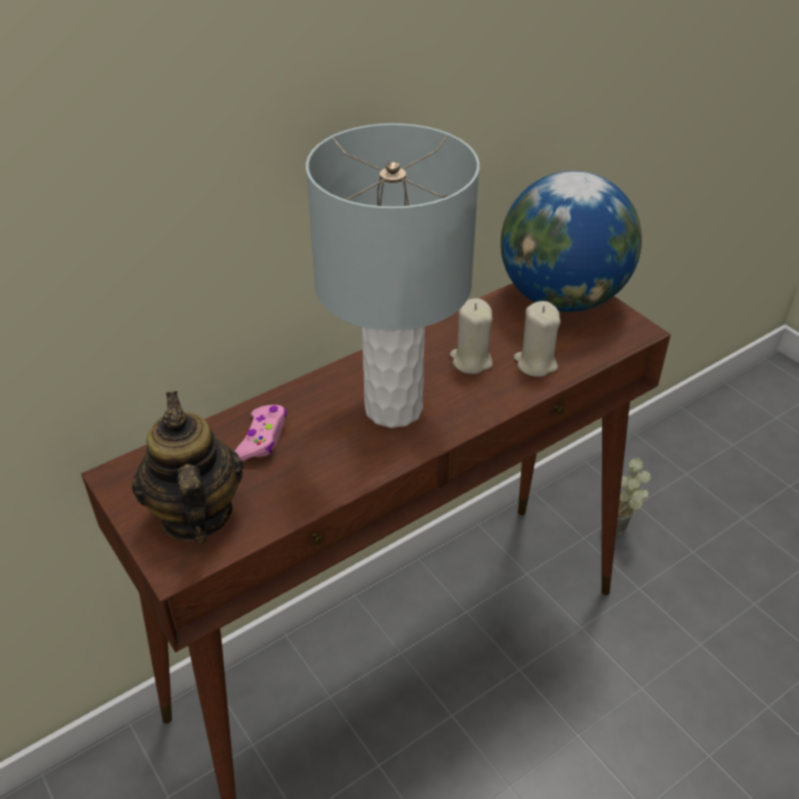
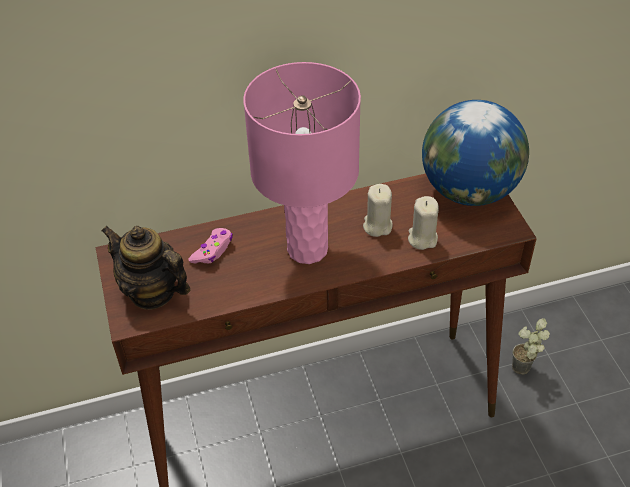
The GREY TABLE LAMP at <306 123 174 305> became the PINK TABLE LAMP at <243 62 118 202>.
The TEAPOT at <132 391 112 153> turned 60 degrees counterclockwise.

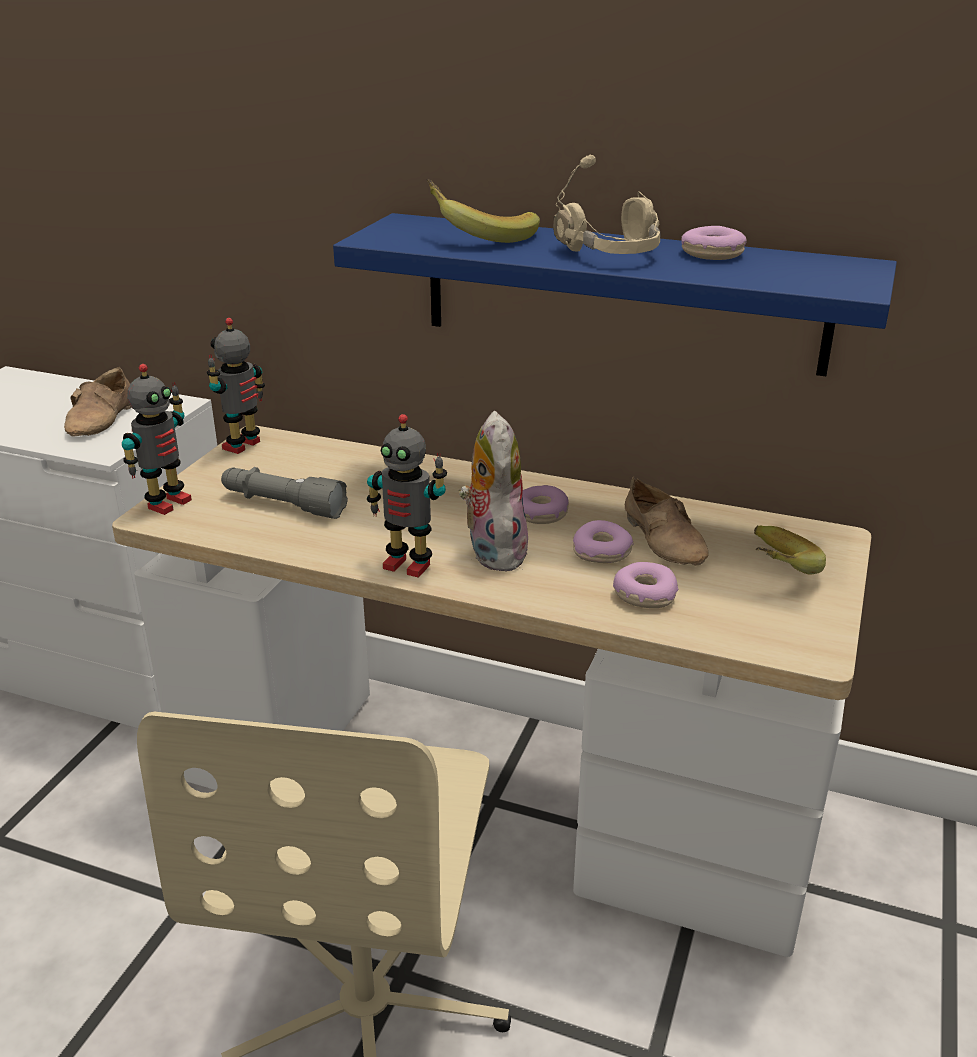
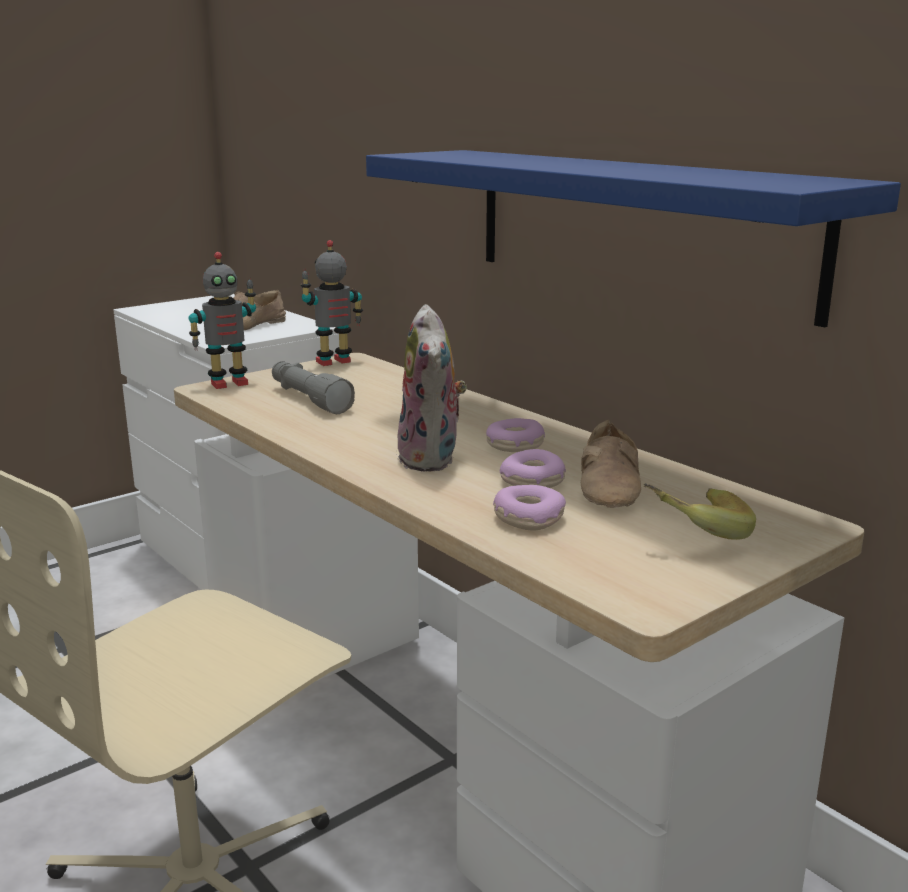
The BEIGE HEADPHONES at <553 155 108 99> disappeared.
The BANANA at <426 179 114 64> disappeared.
The DONUT at <682 226 65 34> disappeared.
The PLUSH TOY at <459 411 69 160> turned 150 degrees clockwise.
The TOY ROBOT at <367 414 80 164> disappeared.

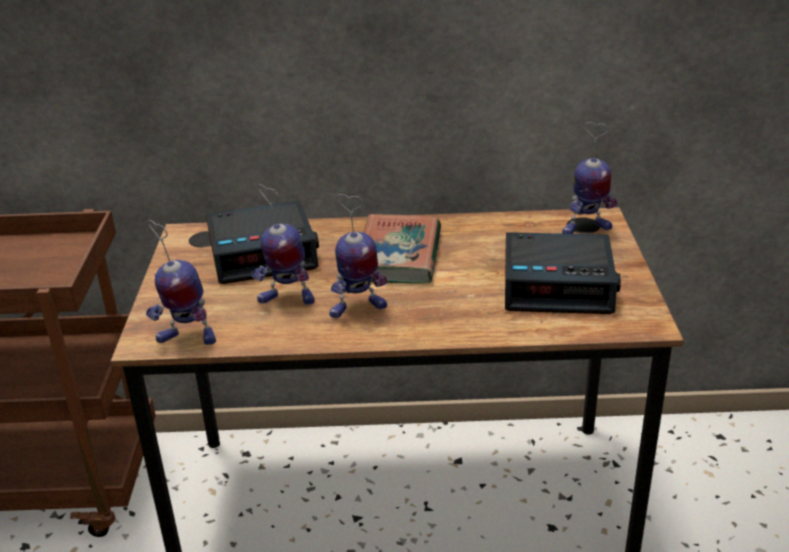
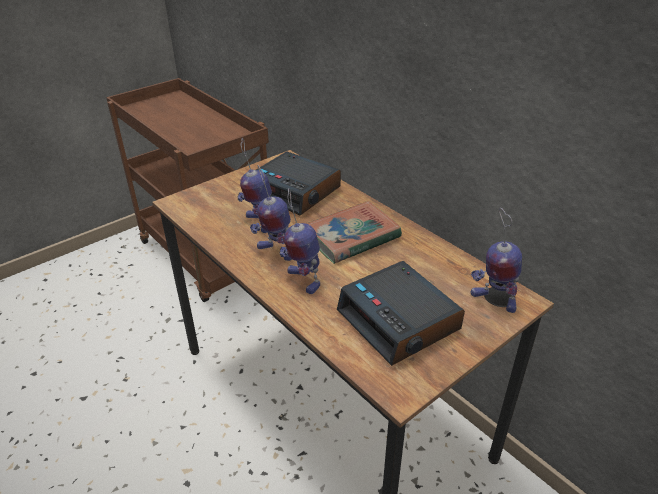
The TOY ROBOT moved from <146 220 70 125> to <279 188 41 106>.

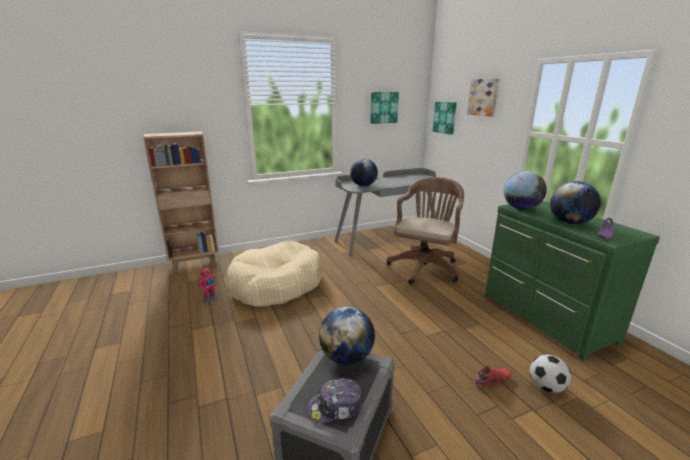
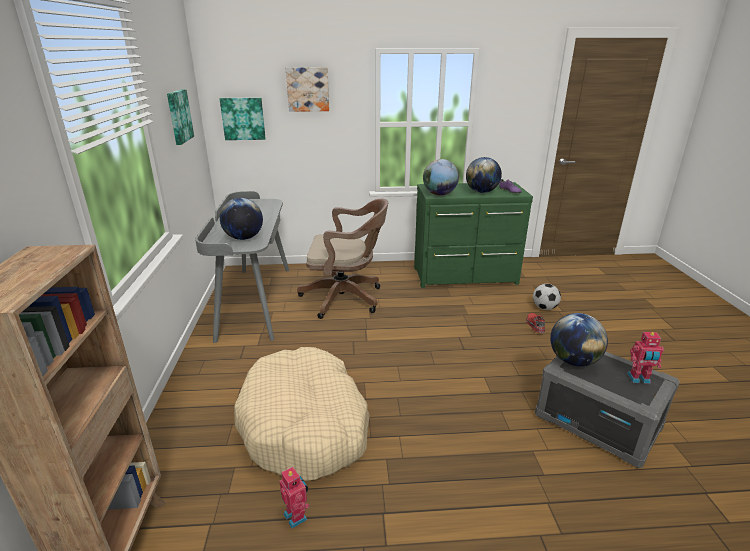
The BROWN OFFICE CHAIR at <386 177 78 107> turned 135 degrees clockwise.
The CAP at <307 378 56 45> was replaced by the TOY ROBOT at <627 332 37 52>.

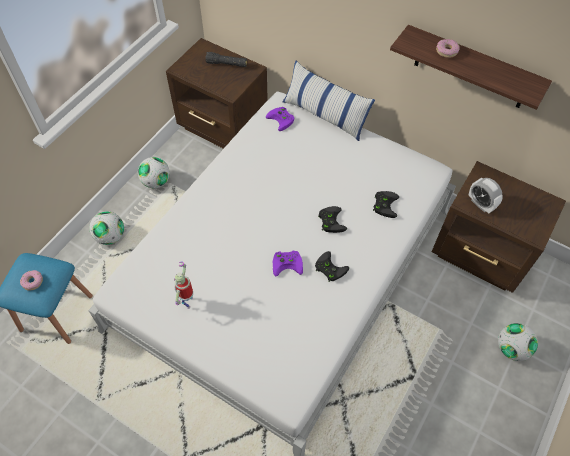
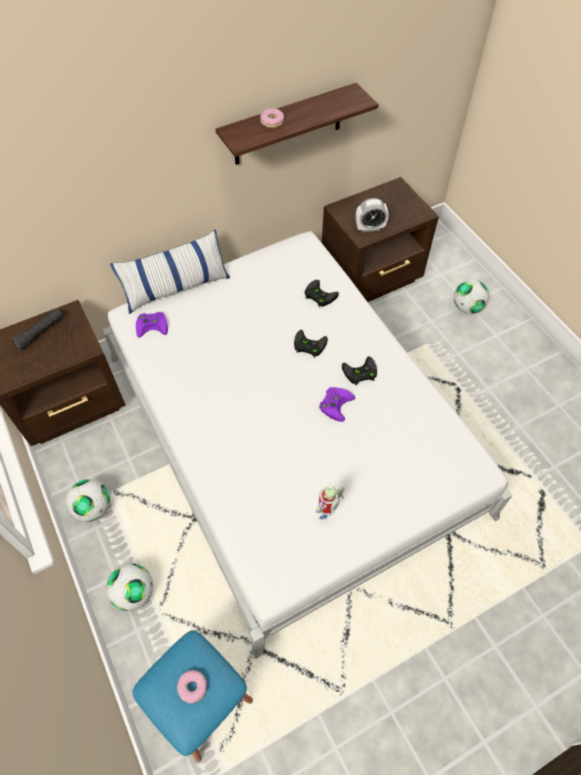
The TOY ROBOT at <174 262 19 47> turned 90 degrees counterclockwise.

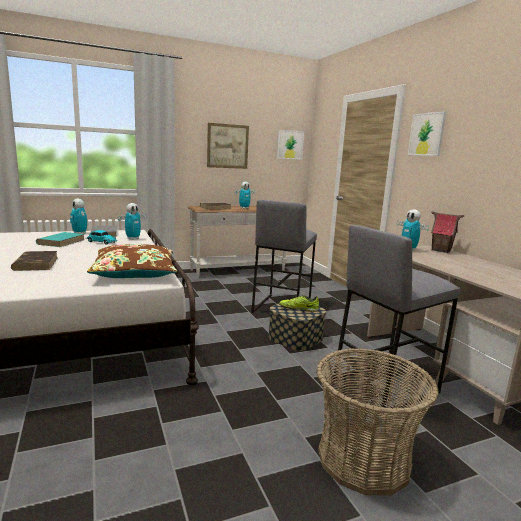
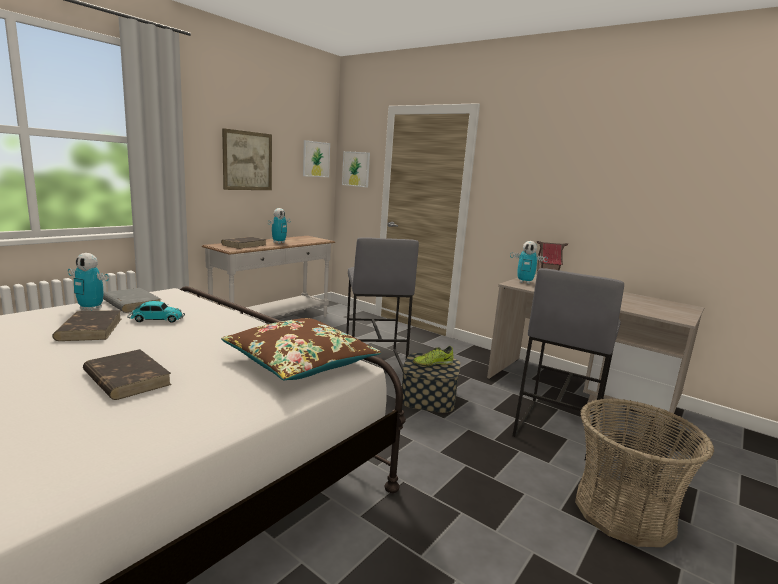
The PICTURE moved from <408 111 38 45> to <342 151 28 37>.
The TOY ROBOT at <118 203 29 37> disappeared.
The TURQUOISE BOOK at <36 232 48 15> became the BROWN BOOK at <52 310 69 31>.

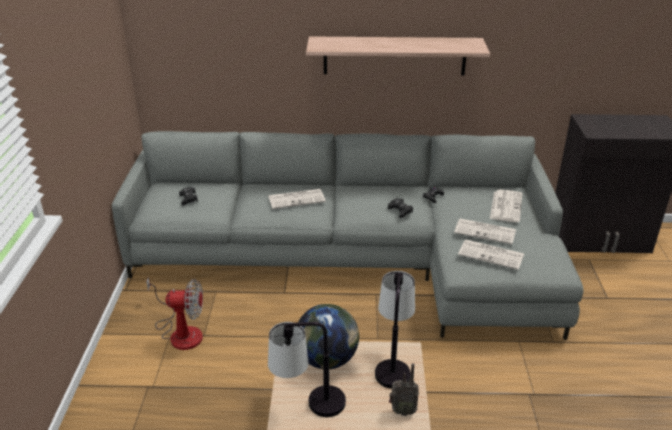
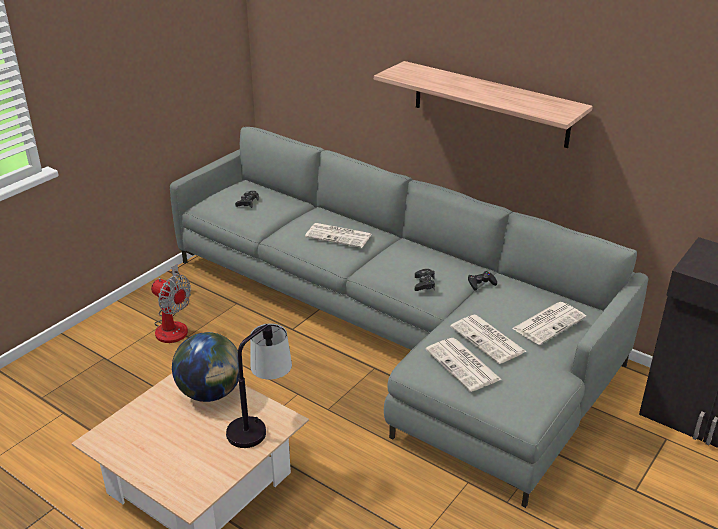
The TABLE LAMP at <268 322 78 95> disappeared.
The RADIO at <389 363 30 53> disappeared.

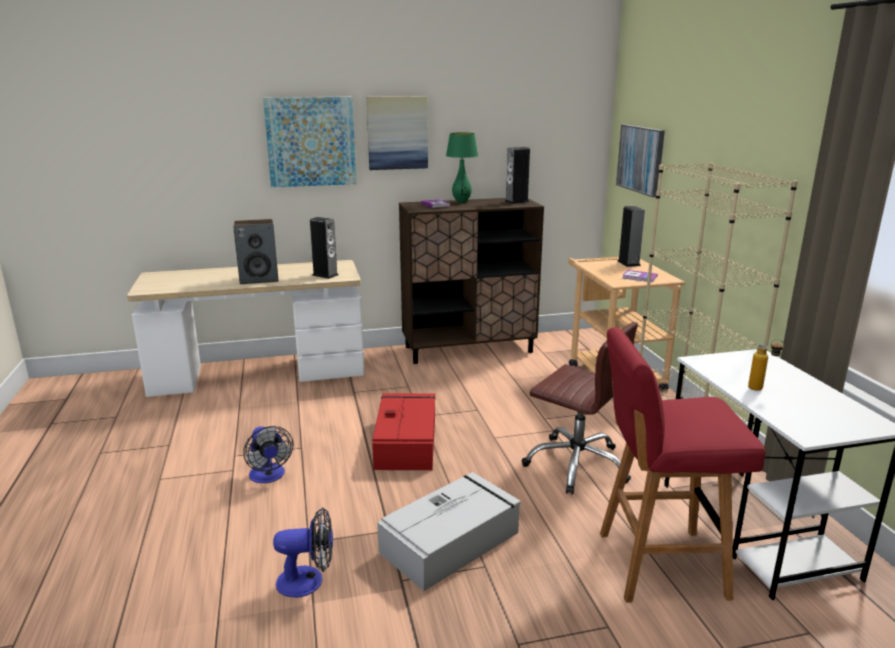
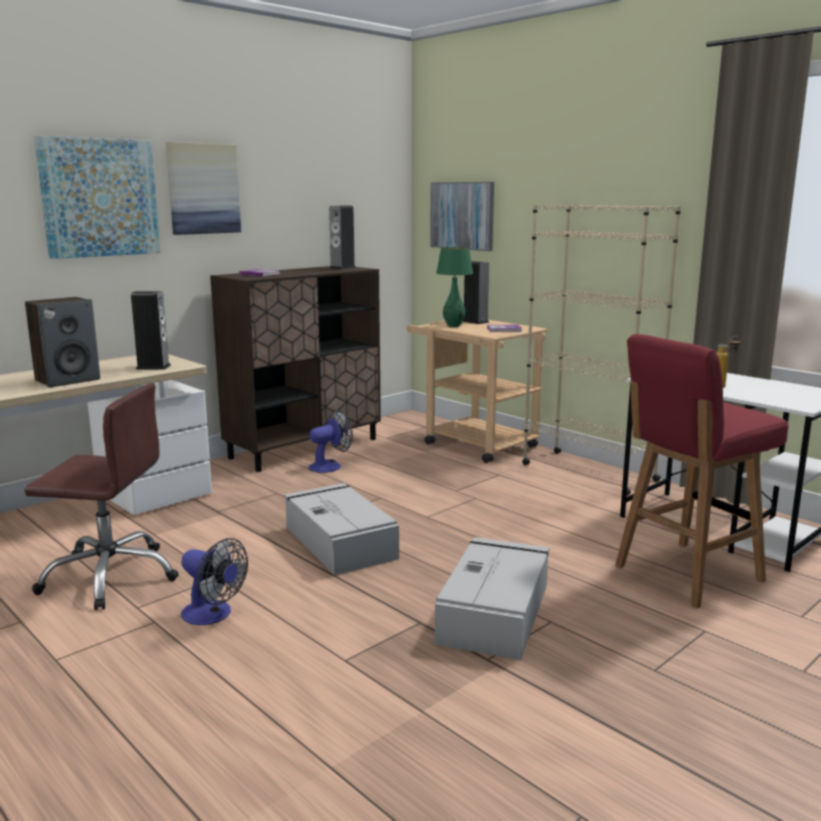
The GREEN TABLE LAMP moved from <446 132 32 71> to <436 247 37 80>.
The BROWN OFFICE CHAIR moved from <521 322 117 173> to <24 383 155 227>.
The RED STORAGE BOX at <372 393 64 77> became the GREY STORAGE BOX at <284 483 115 93>.
The FAN moved from <273 507 60 90> to <309 410 44 63>.

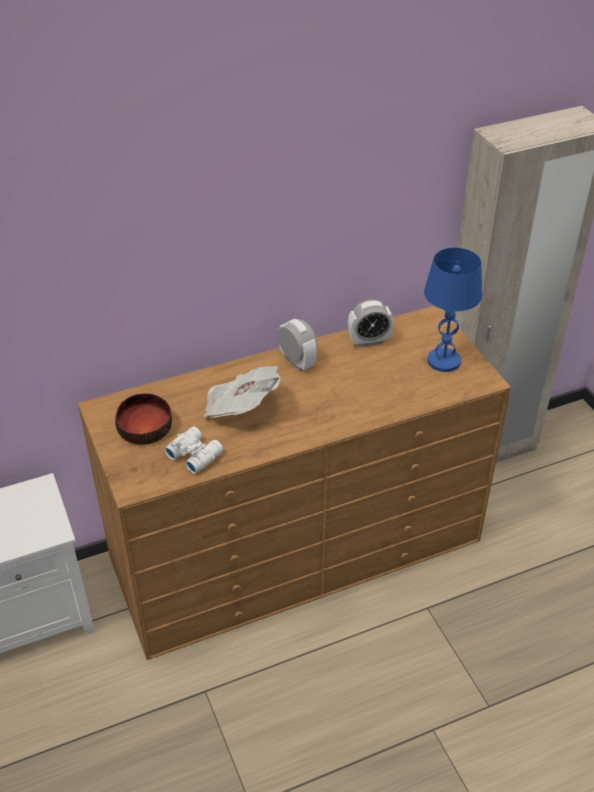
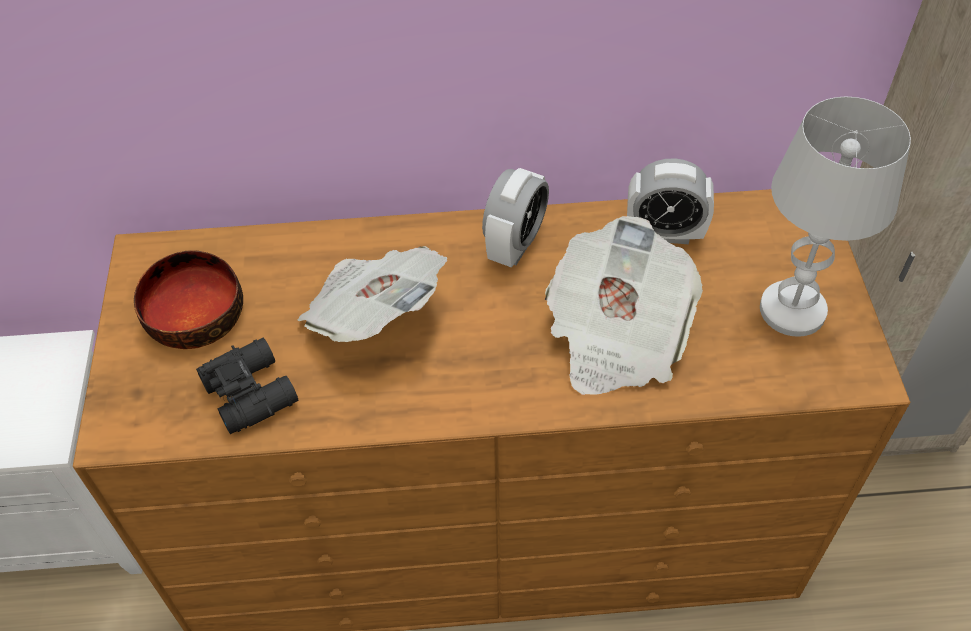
The BLUE TABLE LAMP at <424 248 58 124> became the WHITE TABLE LAMP at <760 97 151 240>.
The ALARM CLOCK at <278 319 39 52> turned 45 degrees clockwise.
The WHITE BINOCULARS at <164 426 59 48> became the BLACK BINOCULARS at <196 338 102 96>.
The NEWSPAPER at <545 216 158 179> appeared.

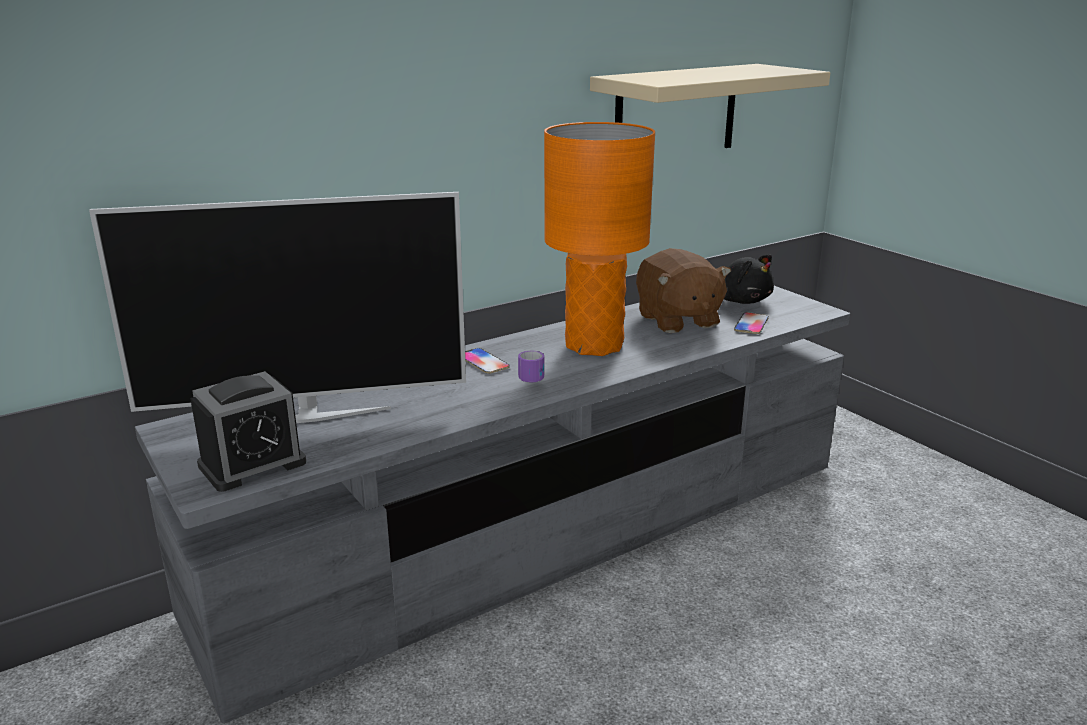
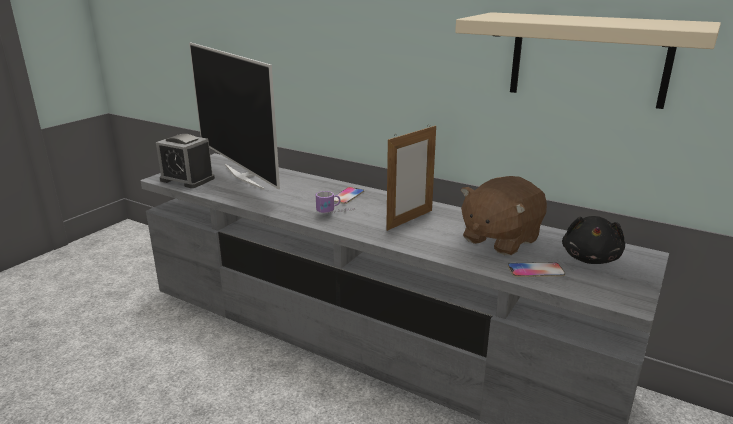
The ORANGE TABLE LAMP at <544 122 111 234> was replaced by the PICTURE FRAME at <386 124 50 107>.

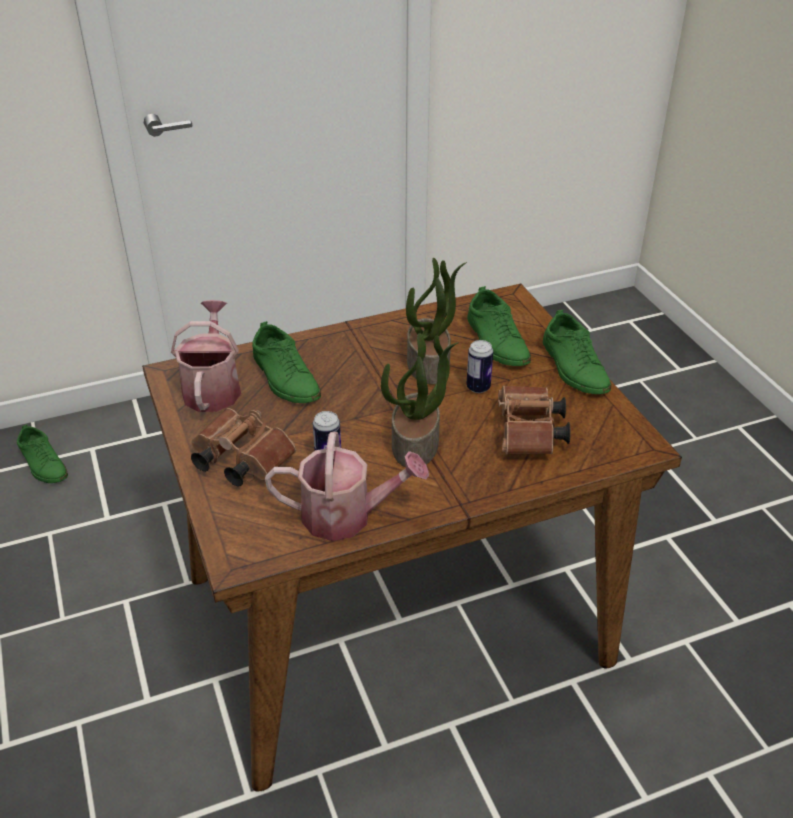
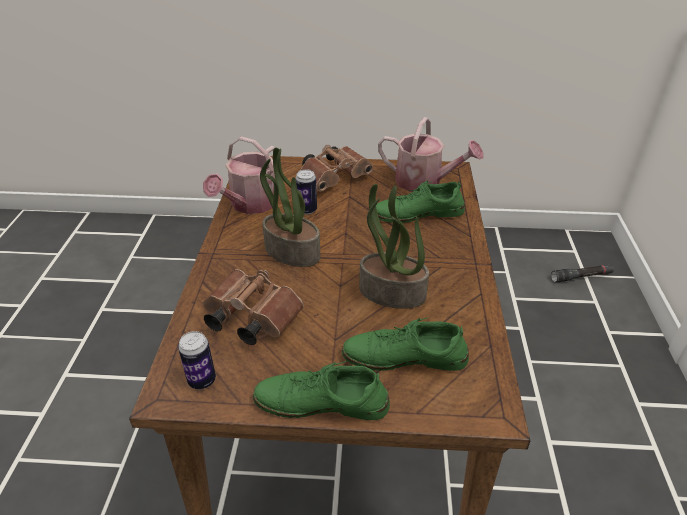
The CAN moved from <466 340 27 53> to <178 331 38 58>.
The GREEN SHOE at <17 424 51 59> was replaced by the BLACK FLASHLIGHT at <551 264 63 19>.

